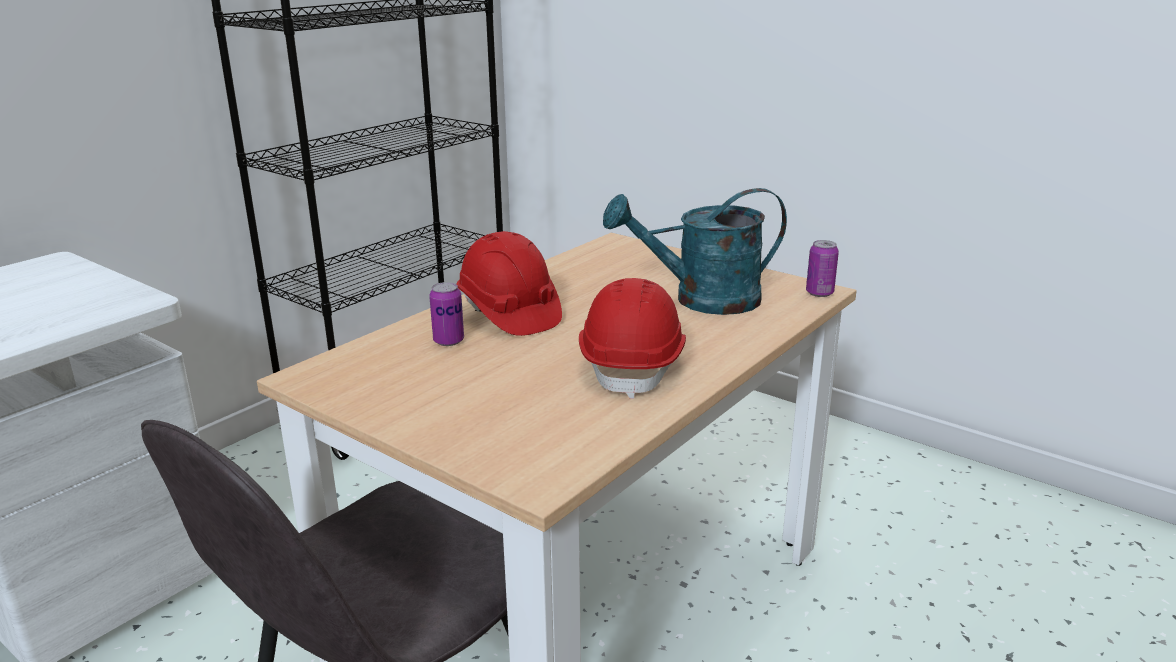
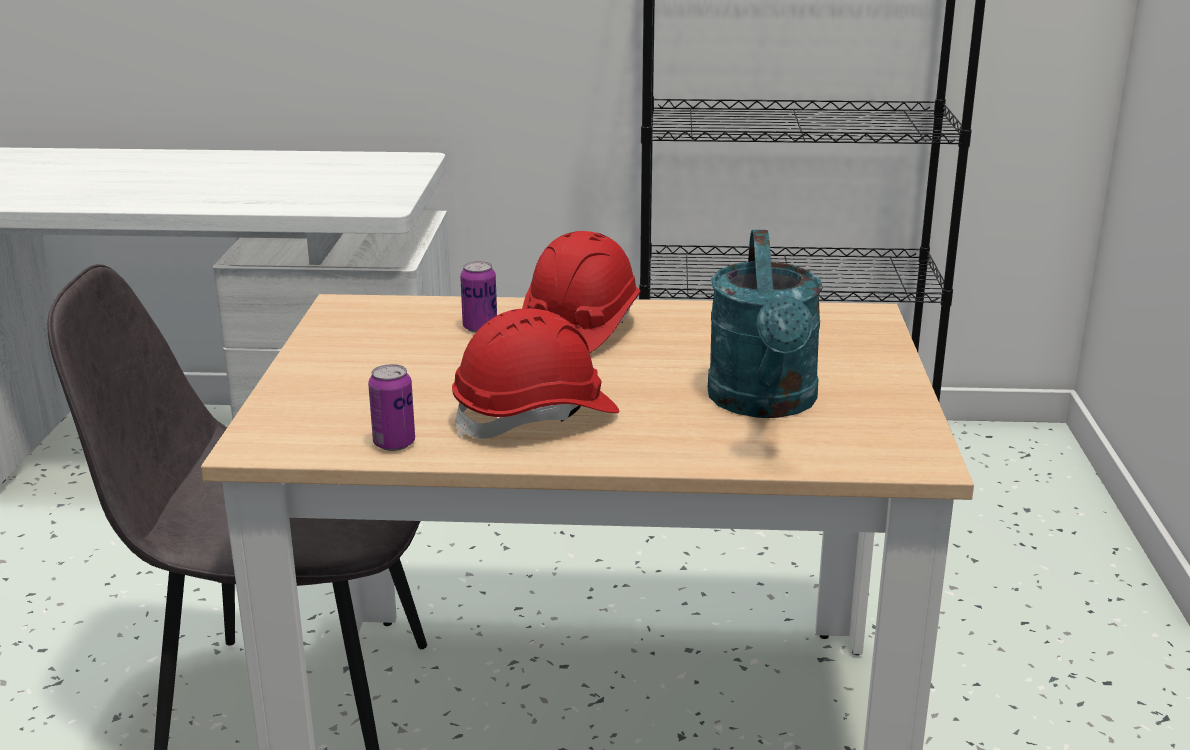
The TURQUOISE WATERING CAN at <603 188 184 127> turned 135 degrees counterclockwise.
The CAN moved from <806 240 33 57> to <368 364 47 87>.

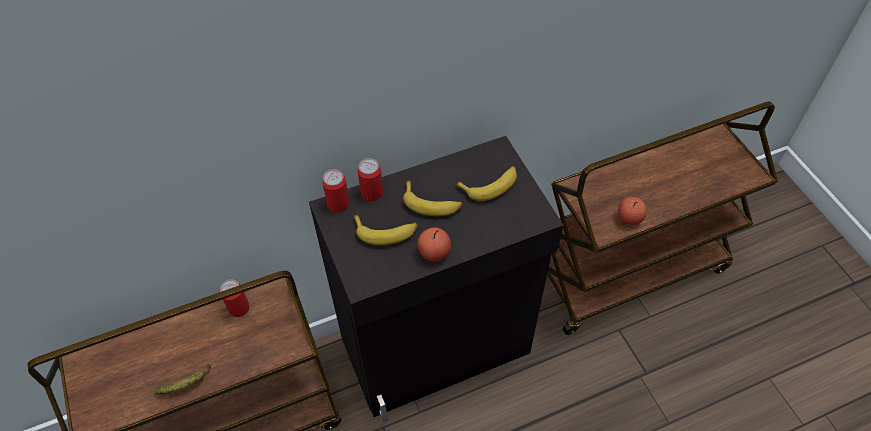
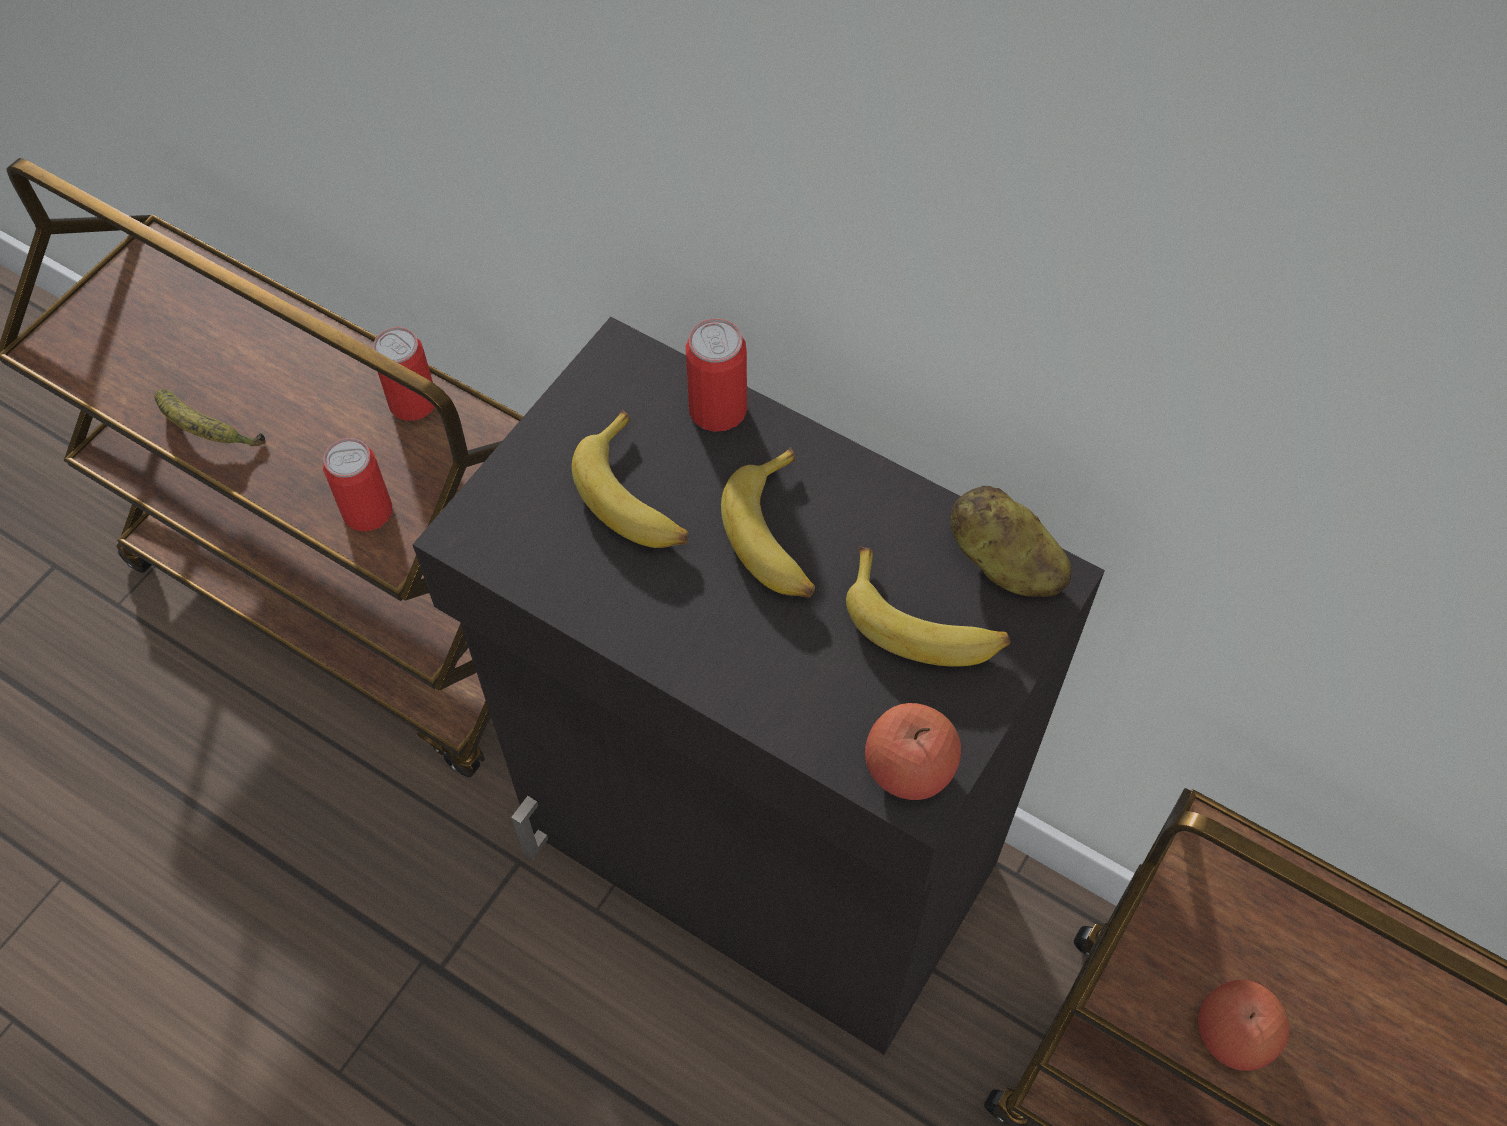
The CAN moved from <322 169 28 44> to <323 438 69 93>.
The APPLE moved from <417 228 34 34> to <865 703 96 97>.
The POTATO at <951 486 120 111> appeared.

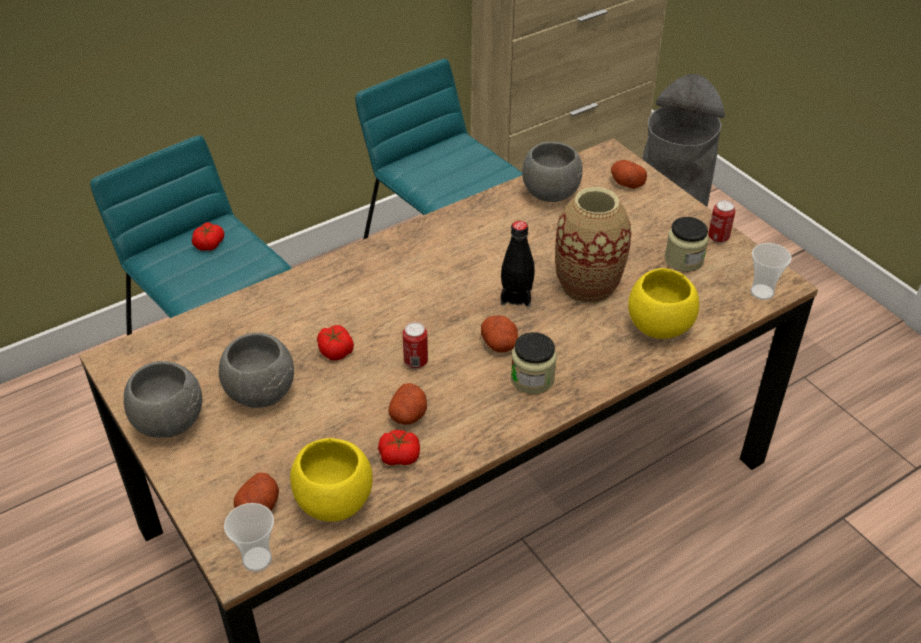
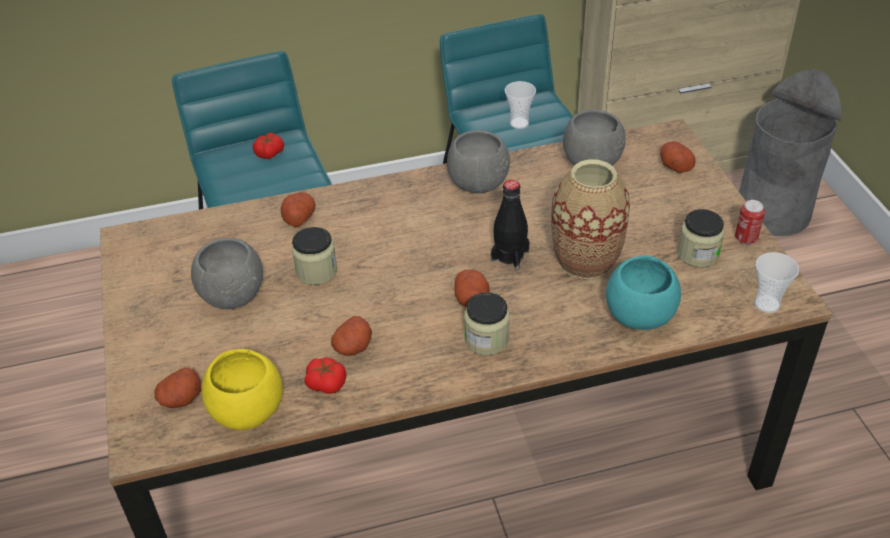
The YELLOW BOWL at <628 268 71 71> became the TURQUOISE BOWL at <606 256 75 74>.
The CAN at <403 322 25 47> disappeared.
The TOMATO at <317 325 37 35> was replaced by the JAR at <292 227 45 58>.
The GREY BOWL moved from <124 361 78 77> to <447 130 63 63>.
The CUP moved from <224 503 50 69> to <505 81 31 48>.
The POTATO at <281 192 35 35> appeared.

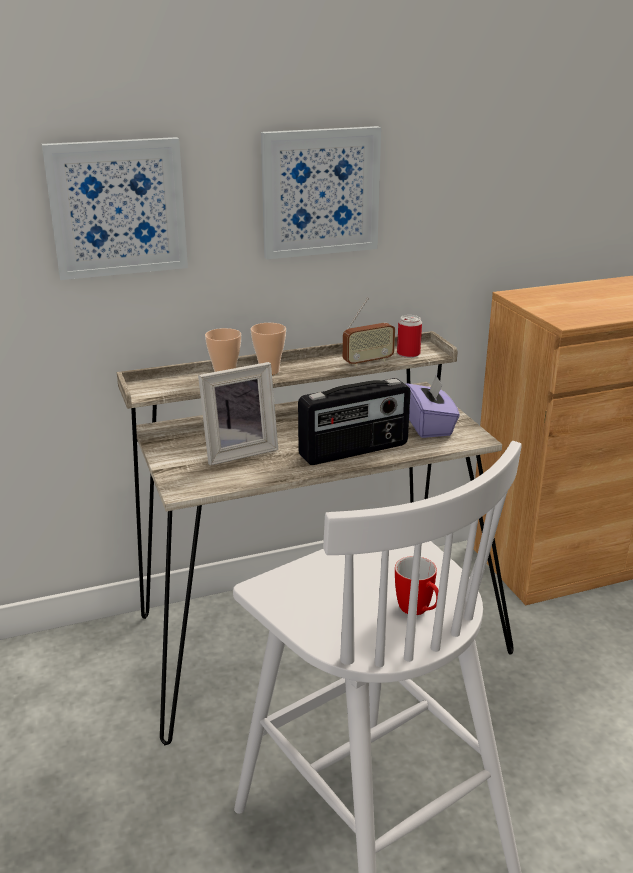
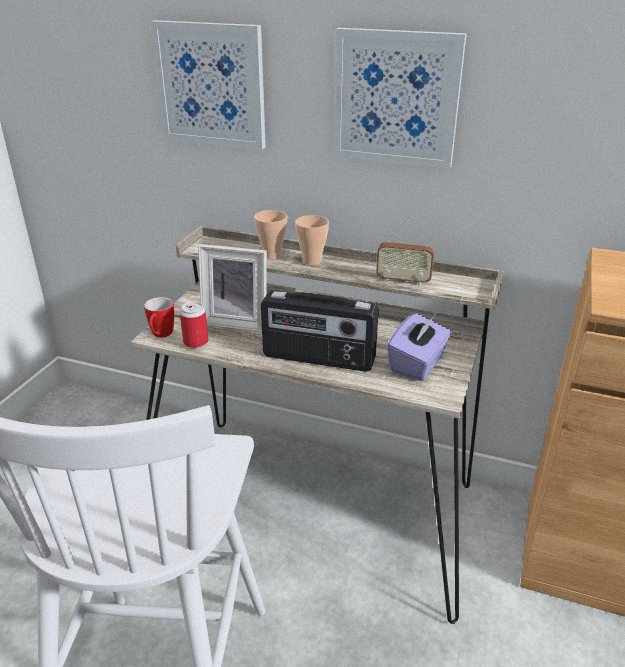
The CAN moved from <397 315 25 43> to <180 302 28 46>.
The MUG moved from <395 556 44 59> to <144 297 30 41>.

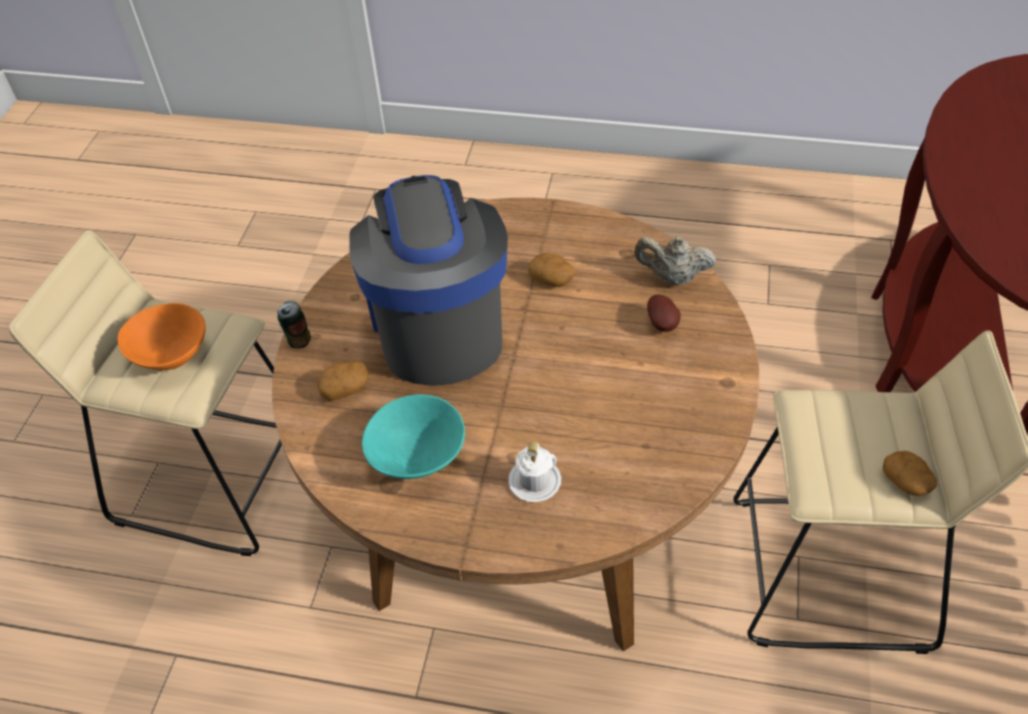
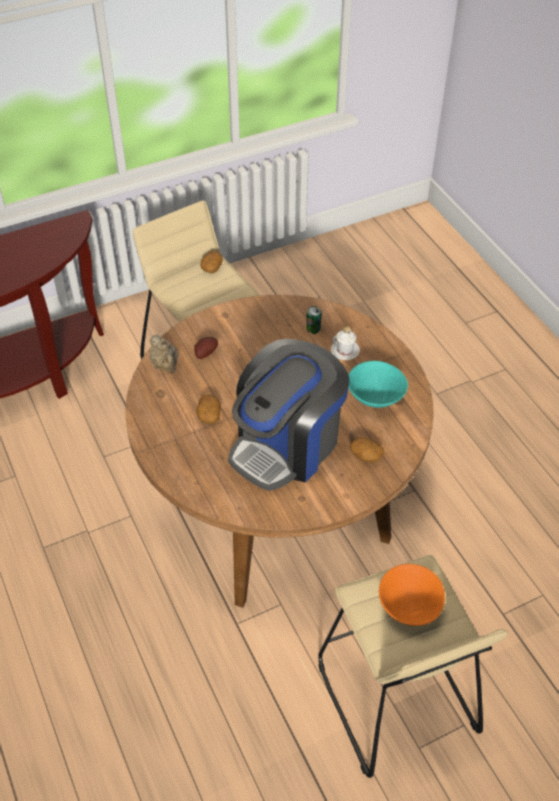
The CAN moved from <277 301 34 48> to <306 306 16 28>.

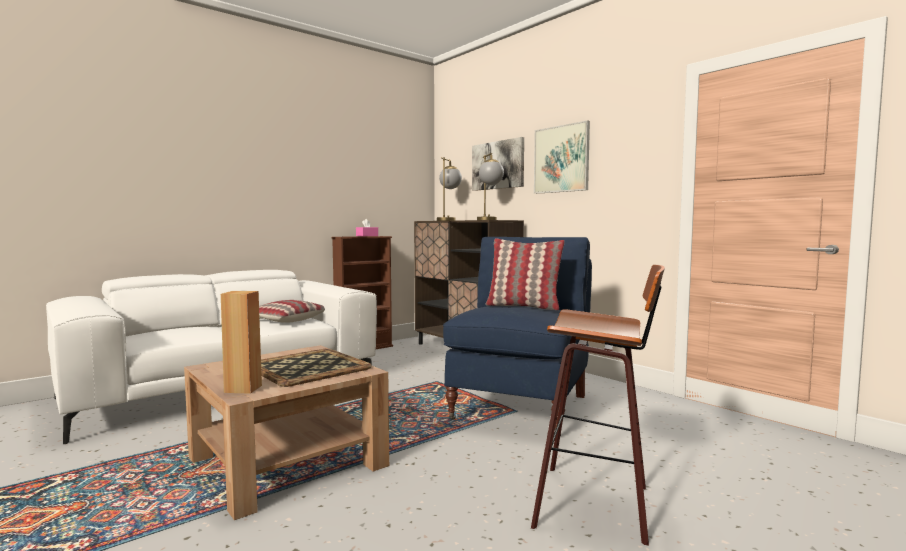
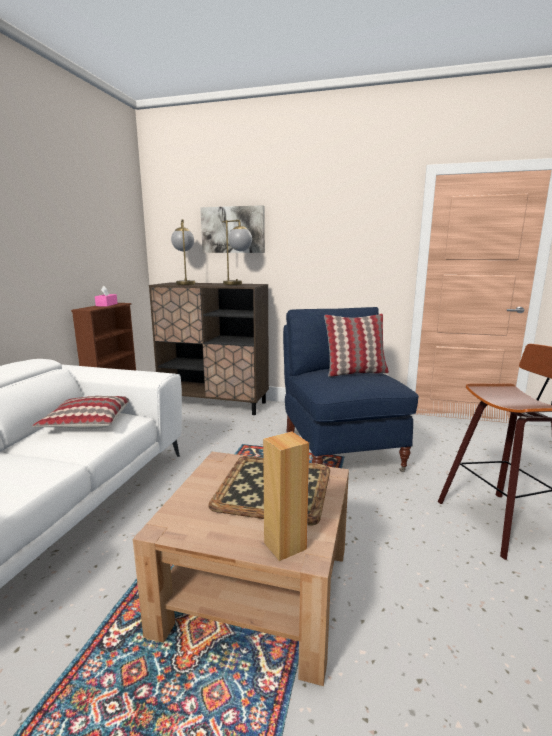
The PICTURE at <534 120 56 74> disappeared.

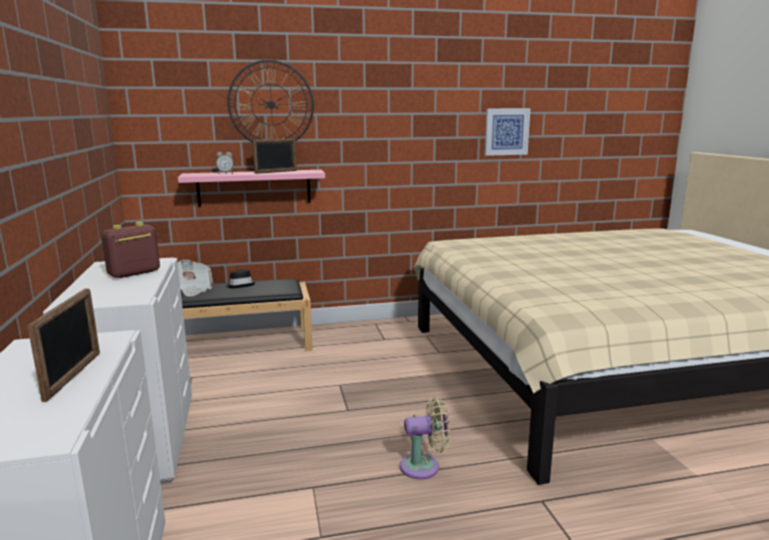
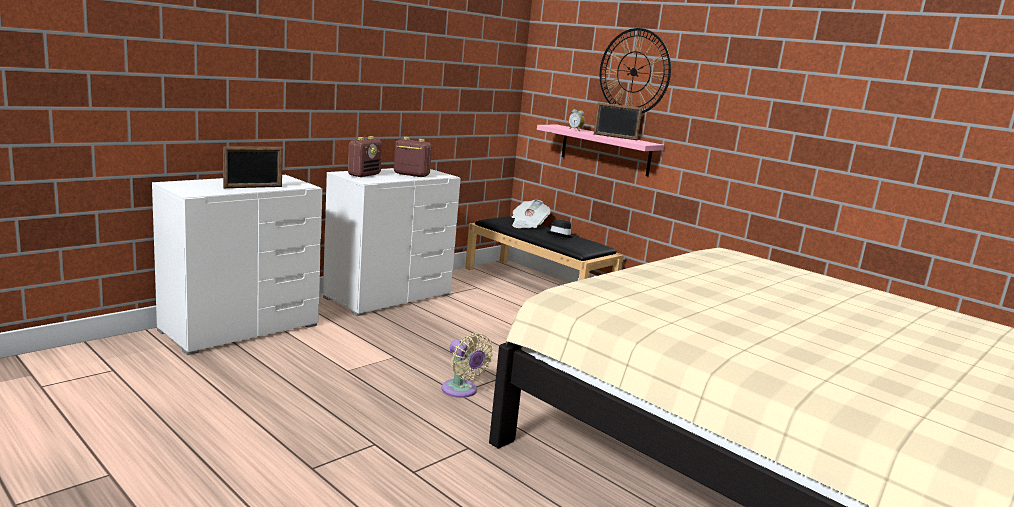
The PICTURE at <484 108 47 48> disappeared.
The RADIO at <348 136 34 41> appeared.

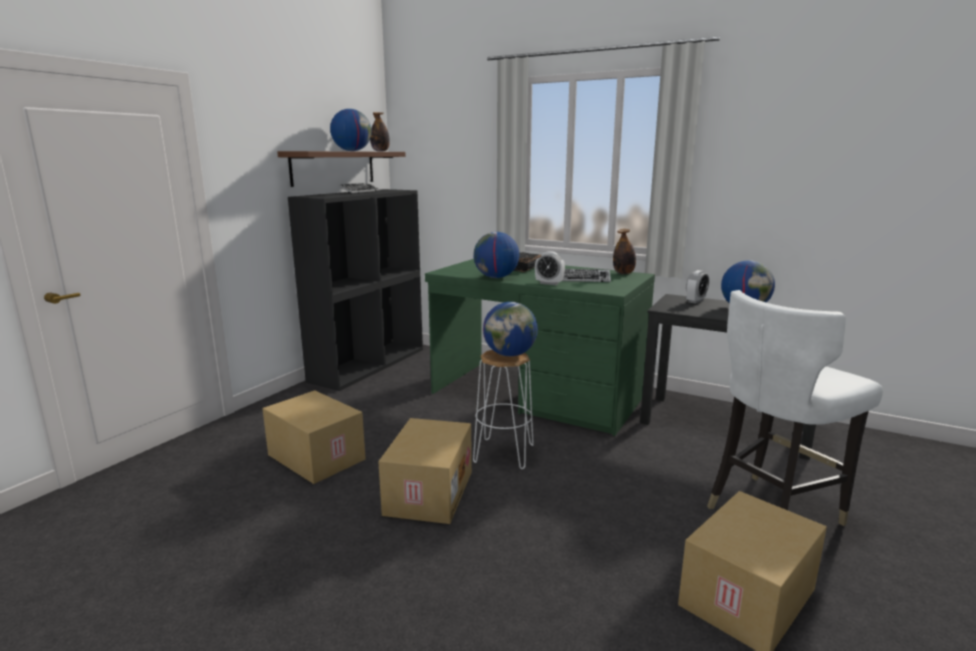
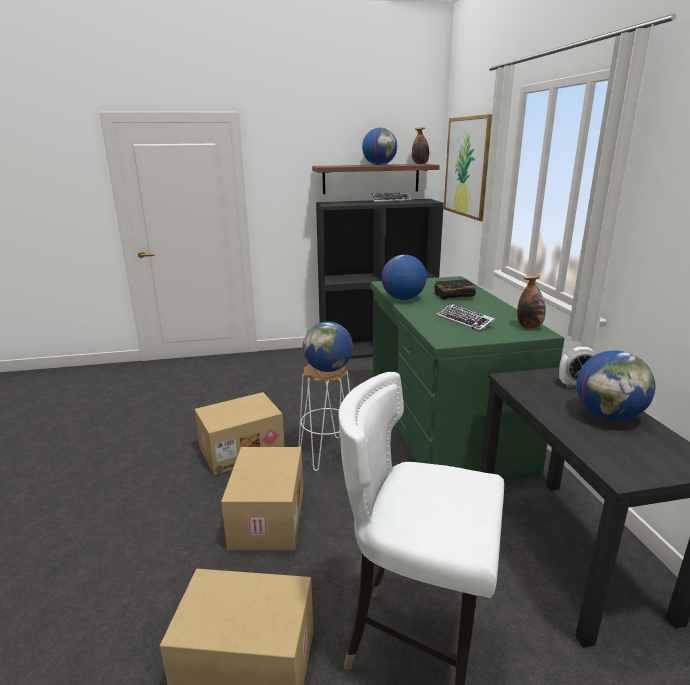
The ALARM CLOCK at <535 251 30 34> disappeared.
The CARDBOARD BOX moved from <263 390 103 94> to <221 447 82 103>.
The PICTURE at <444 114 48 107> appeared.

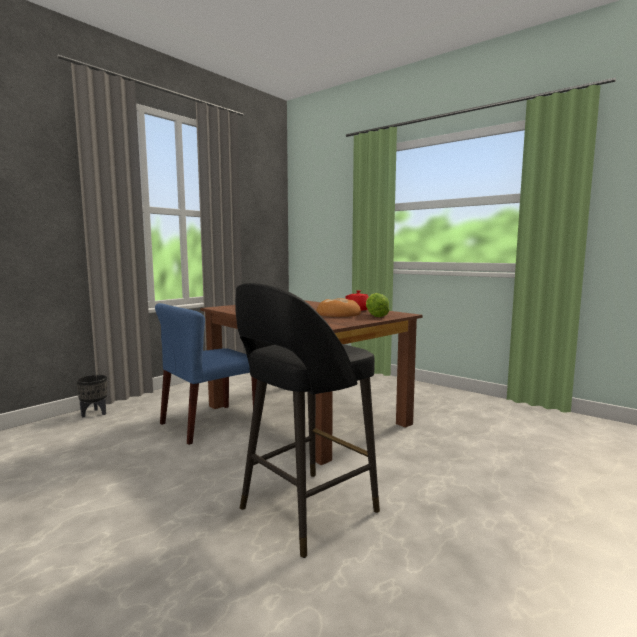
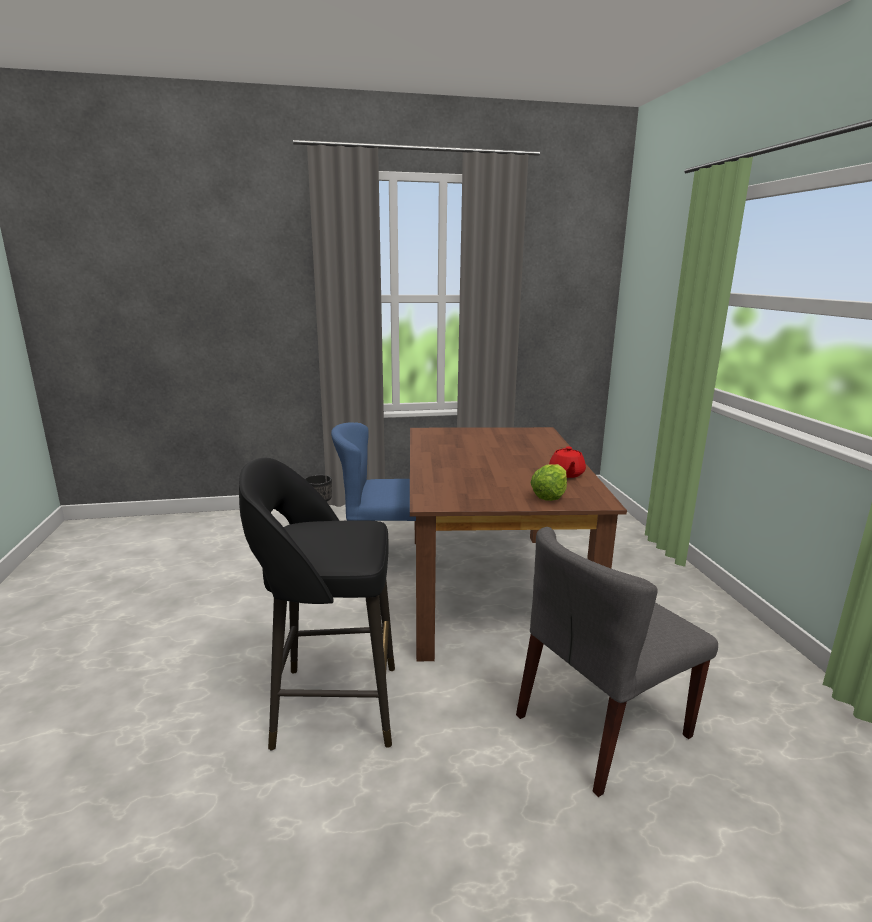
The BREAD at <316 298 45 19> disappeared.
The GREY CHAIR at <516 527 202 270> appeared.

